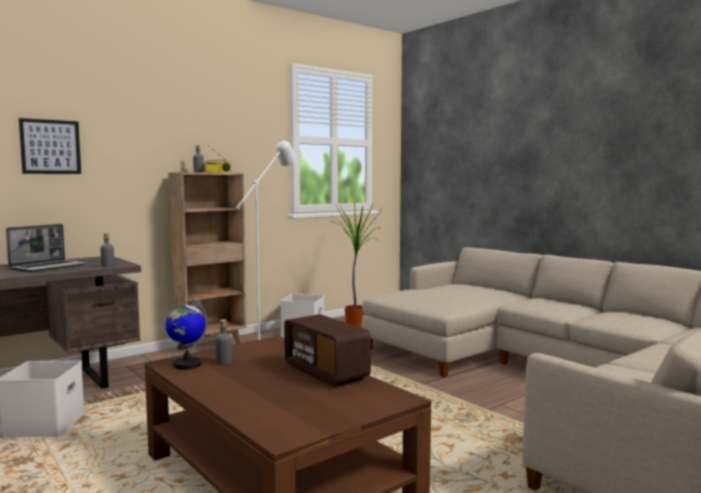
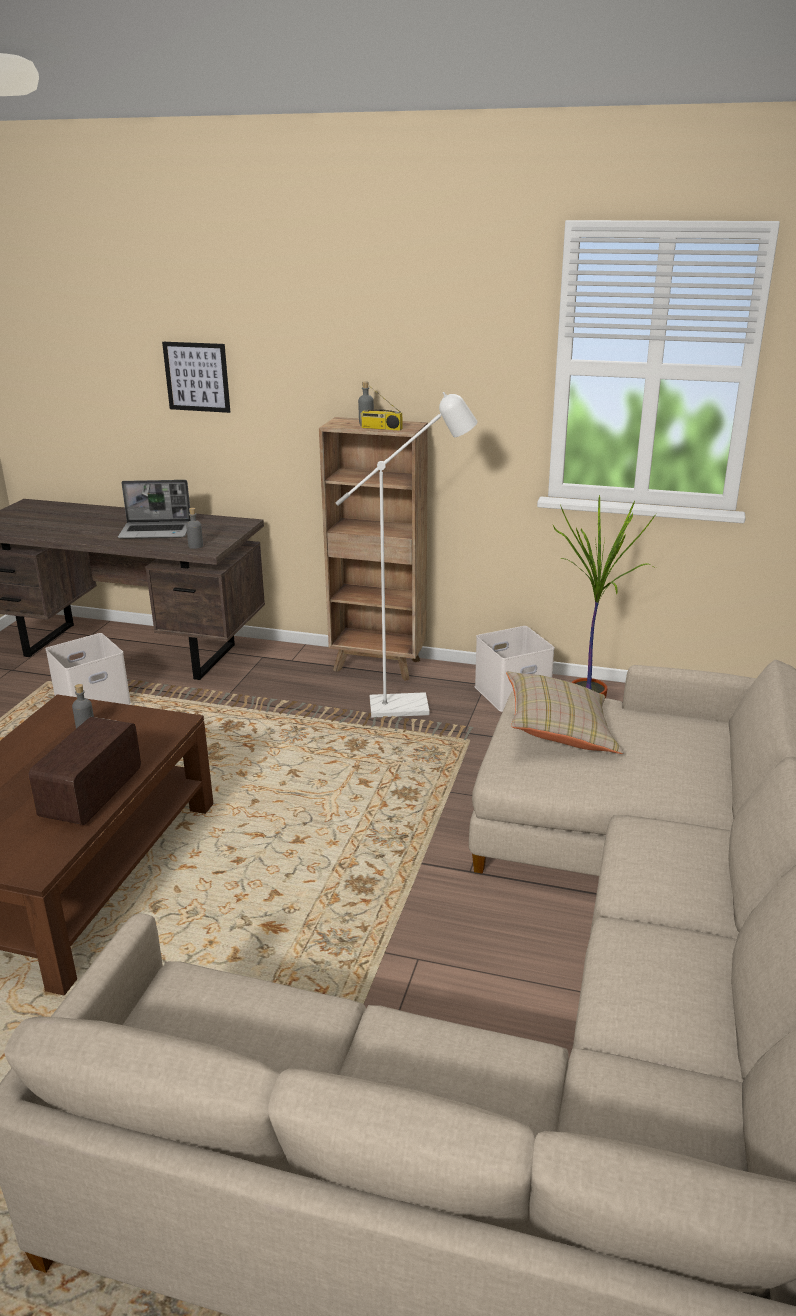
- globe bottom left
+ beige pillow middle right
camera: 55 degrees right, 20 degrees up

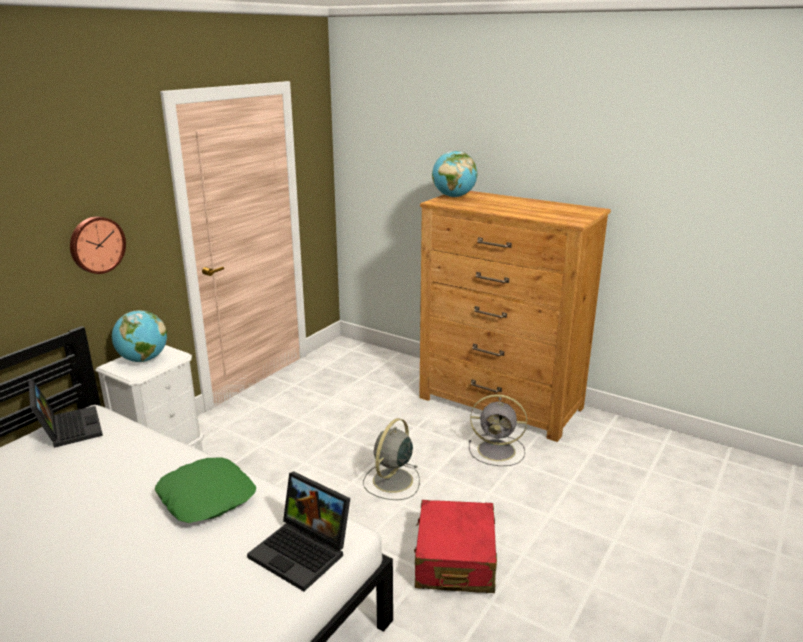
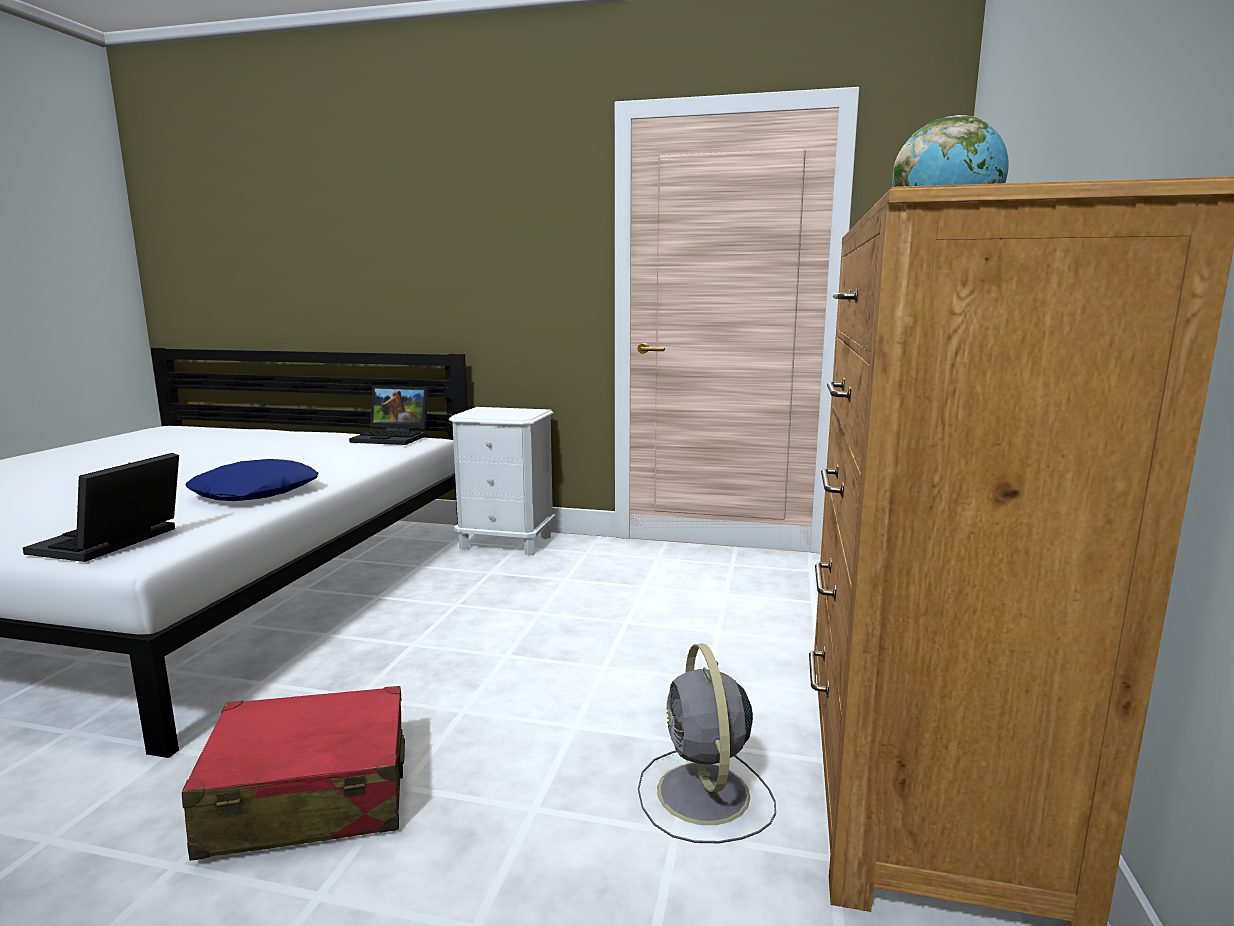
- wall clock middle left
- globe (1st from left) middle left
- grey fan (1st from left) bottom centre
~ green pillow bottom left to blue pillow middle left
~ laptop (1st from left in the first image) middle left = middle left 60 degrees clockwise
camera: 70 degrees right, 10 degrees down

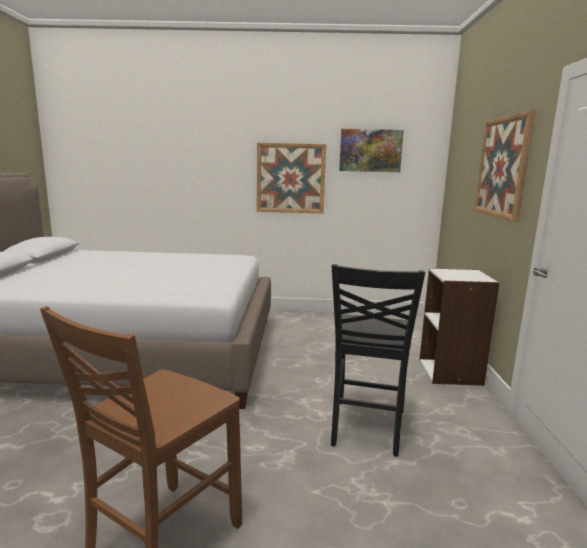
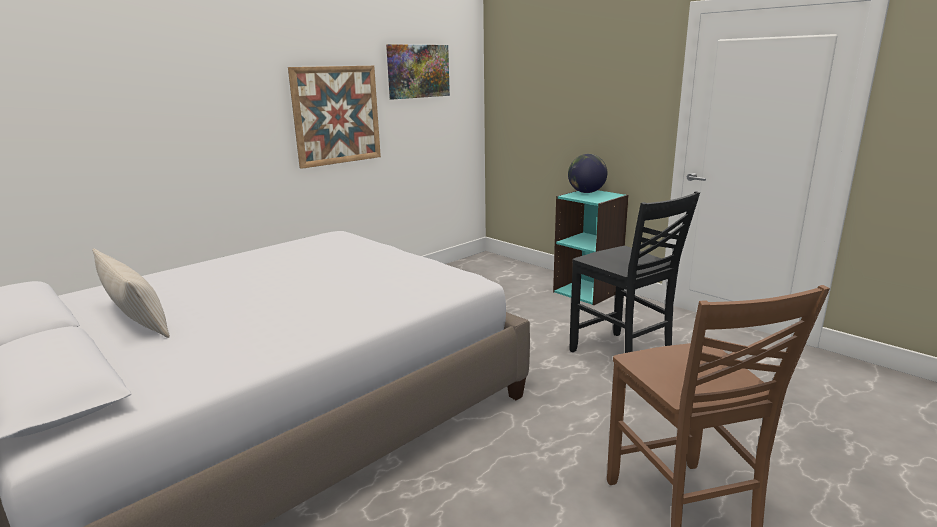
- picture (3rd from left) top right
+ beige pillow middle left
+ globe top centre
~ white bookcase middle right to turquoise bookcase centre
camera: 45 degrees left, 5 degrees up

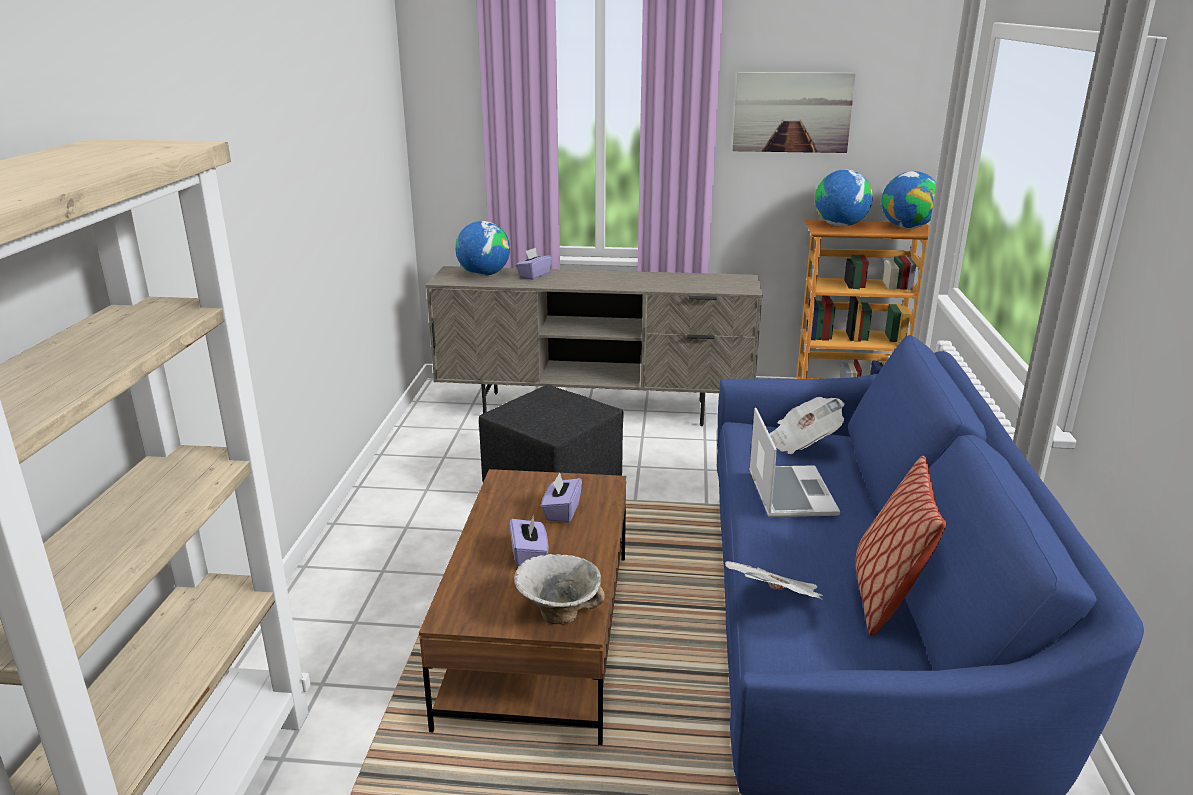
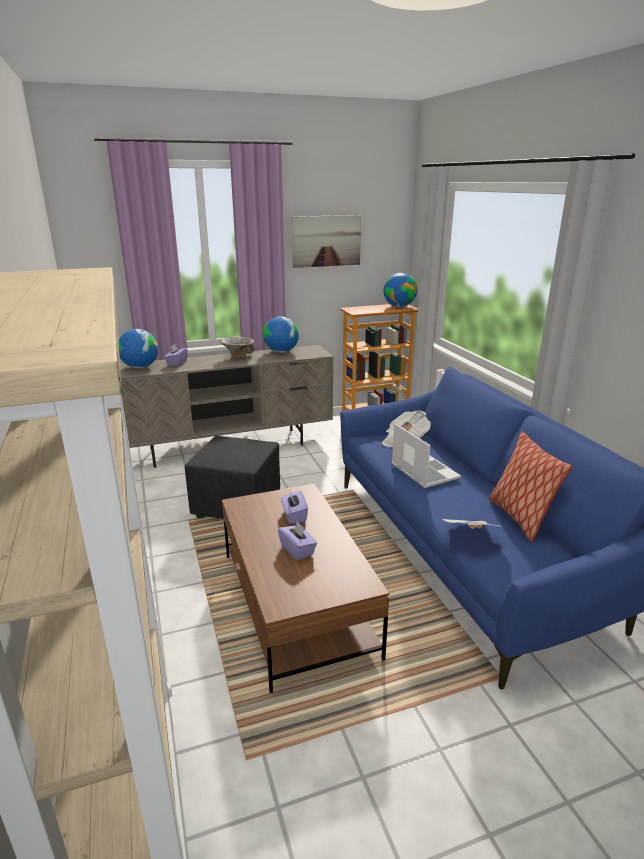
~ bowl bottom centre to centre
~ globe (2nd from left) top right to centre
camera: 25 degrees left, 0 degrees up

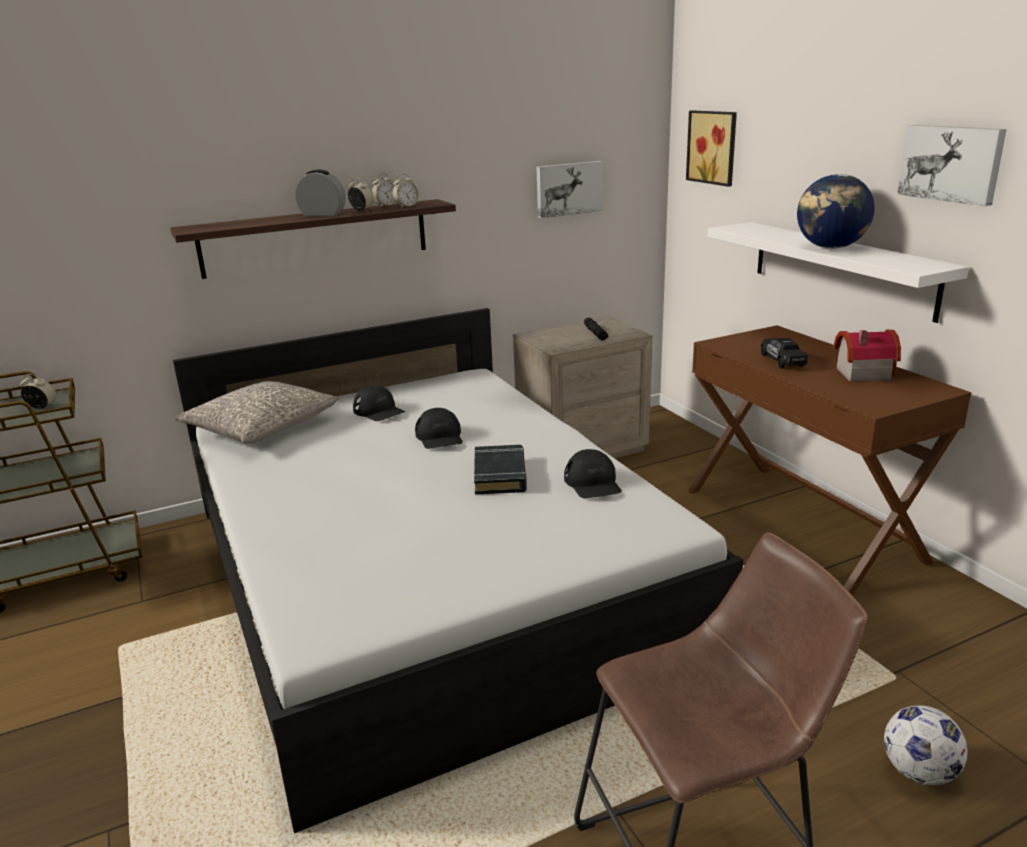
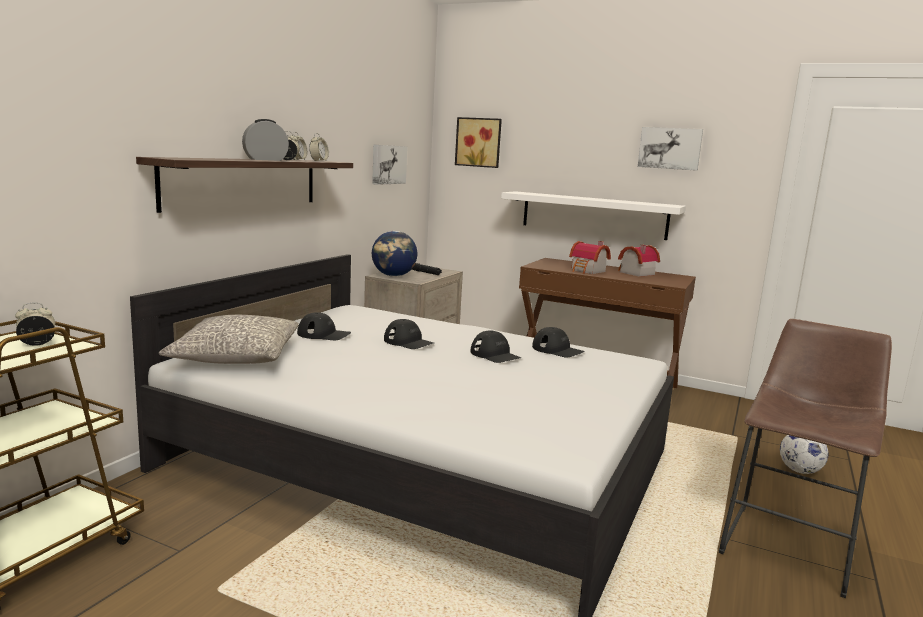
~ globe top right to centre
~ black book centre to black cap (3rd from left) centre
~ black toy car middle right to toy house (1st from left) centre
camera: 40 degrees left, 10 degrees down

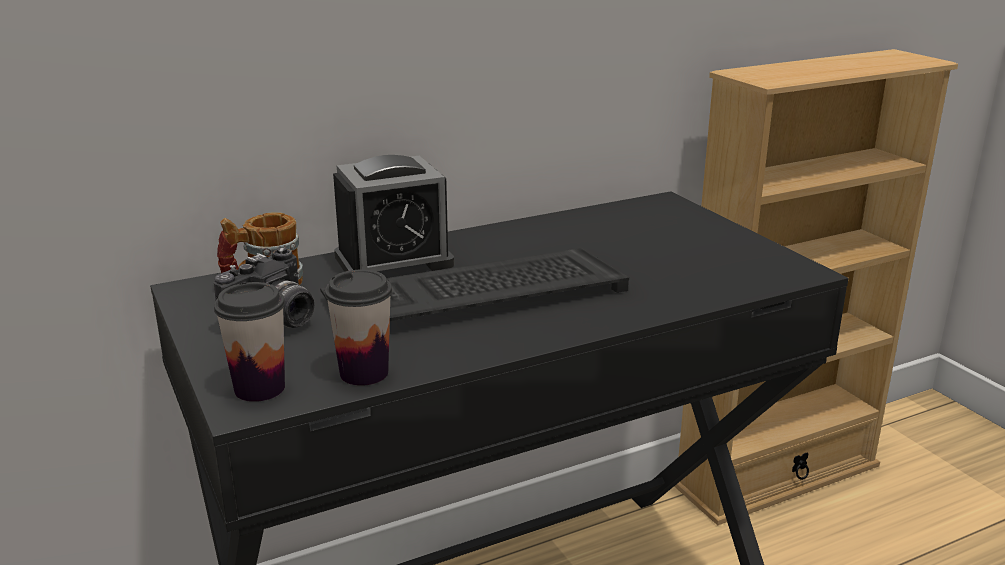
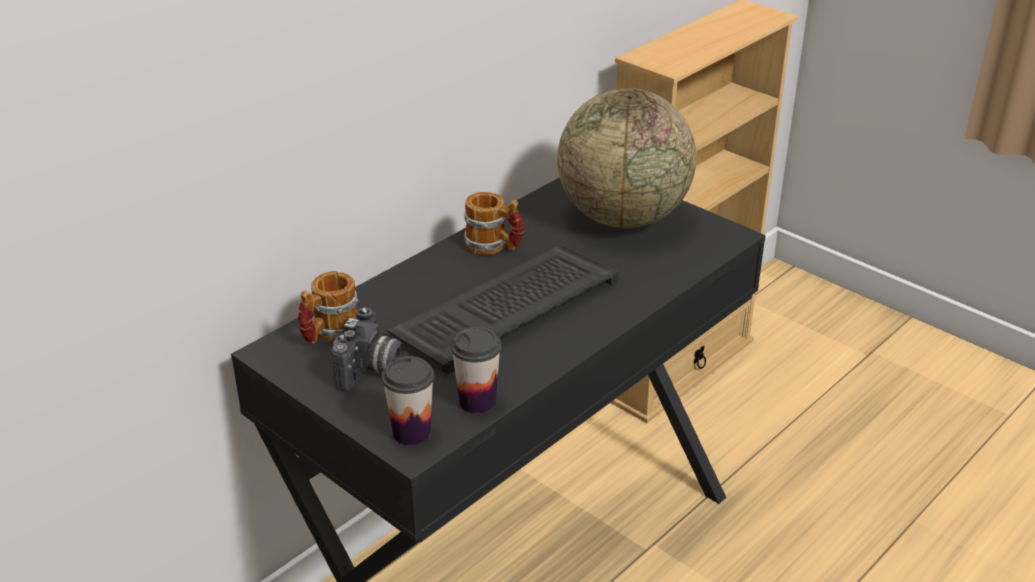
- alarm clock centre
+ mug (2nd from left) centre
+ globe top centre
camera: 20 degrees left, 10 degrees up

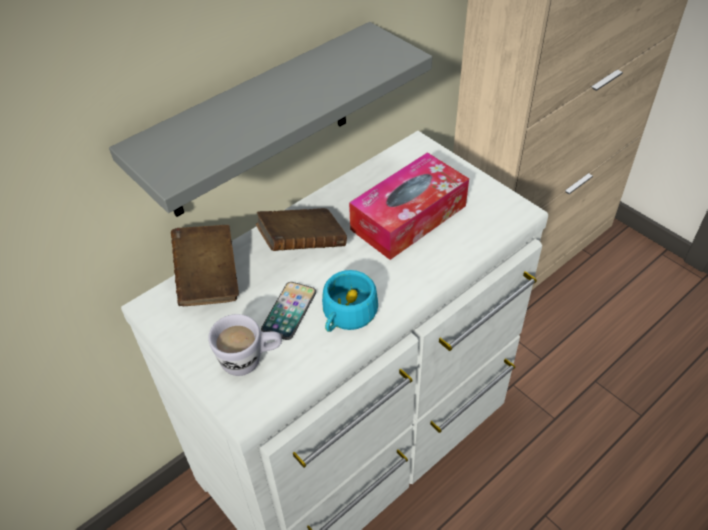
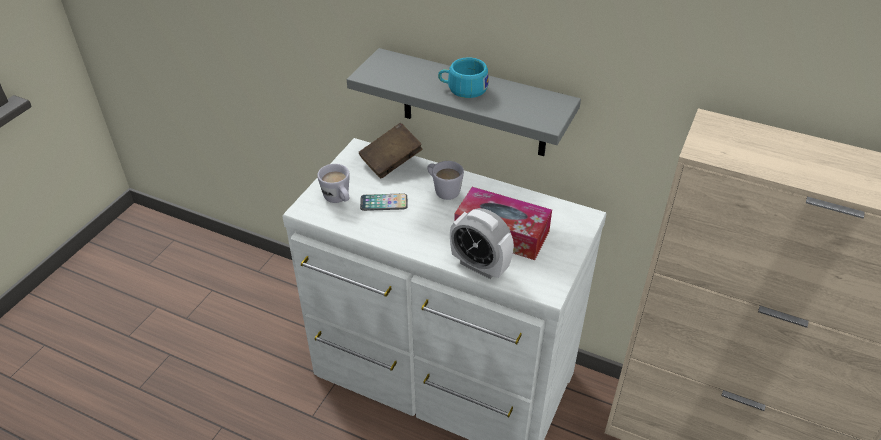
+ alarm clock centre
~ turquoise cup centre to top centre
~ brown book (2nd from left) centre to white mug (2nd from left) centre
camera: 65 degrees right, 5 degrees down

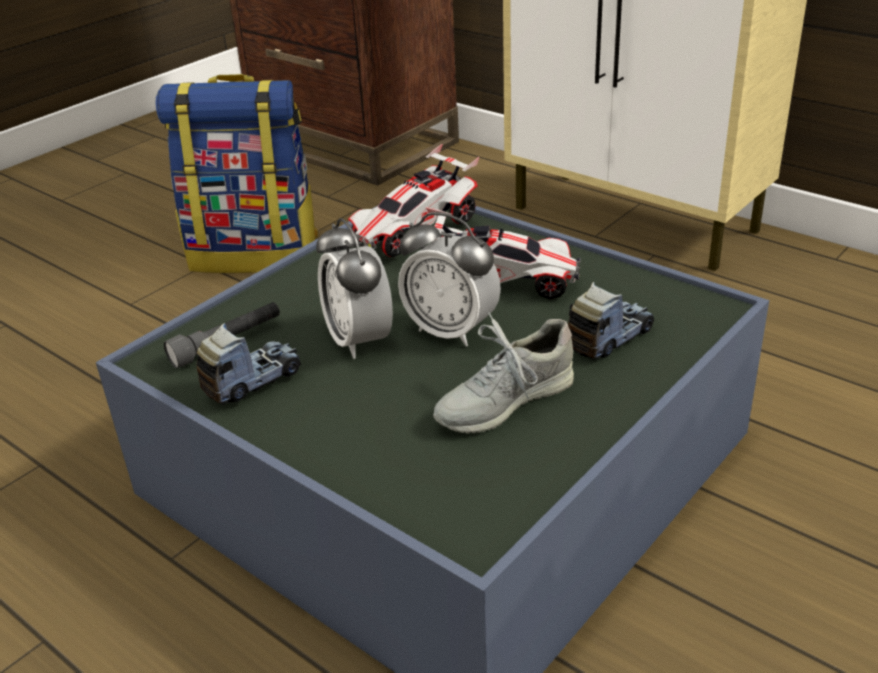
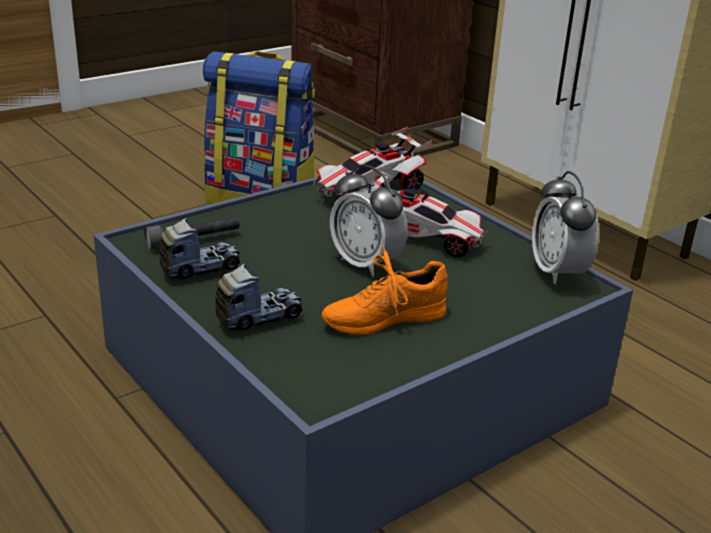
~ alarm clock (1st from left in the first image) centre to alarm clock (2nd from left) middle right
~ toy truck (2nd from left) middle right to centre
~ grey shoe centre to orange shoe centre
camera: 10 degrees right, 5 degrees down

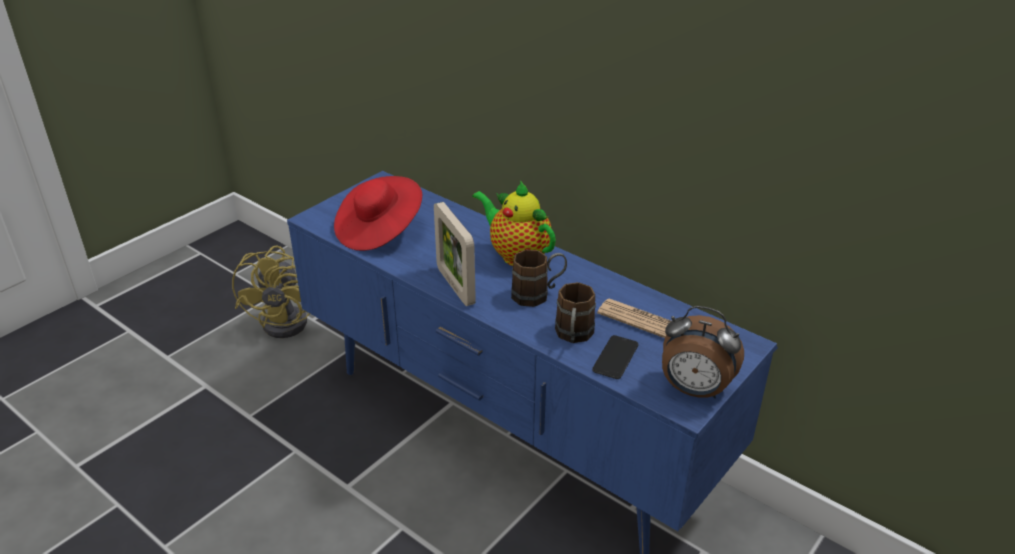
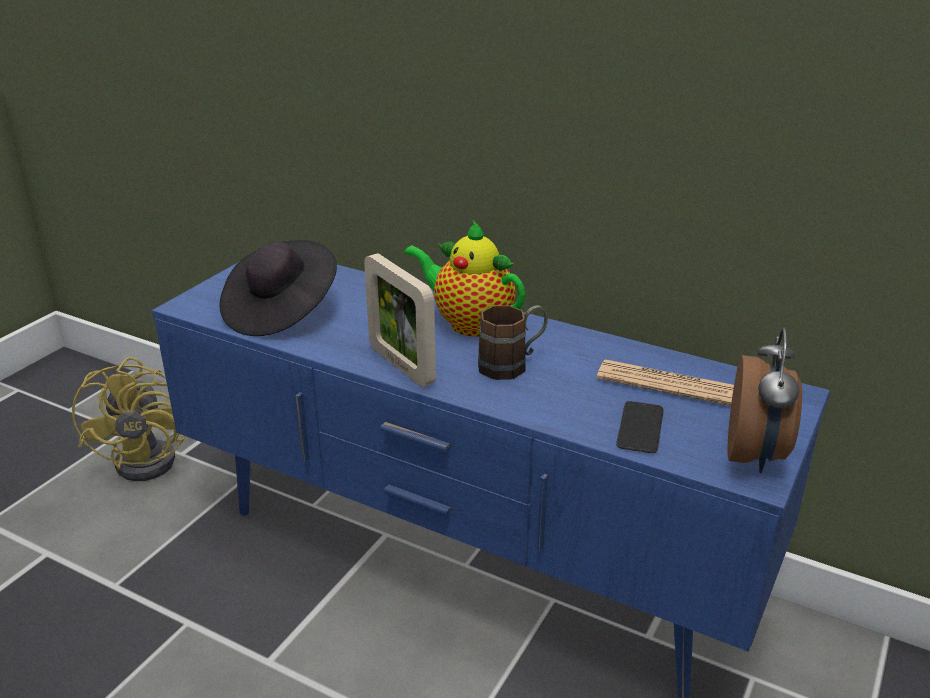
- brown mug (2nd from left) centre
~ red hat centre to black hat middle left
~ alarm clock middle right = middle right 90 degrees counterclockwise
camera: 10 degrees left, 5 degrees down

